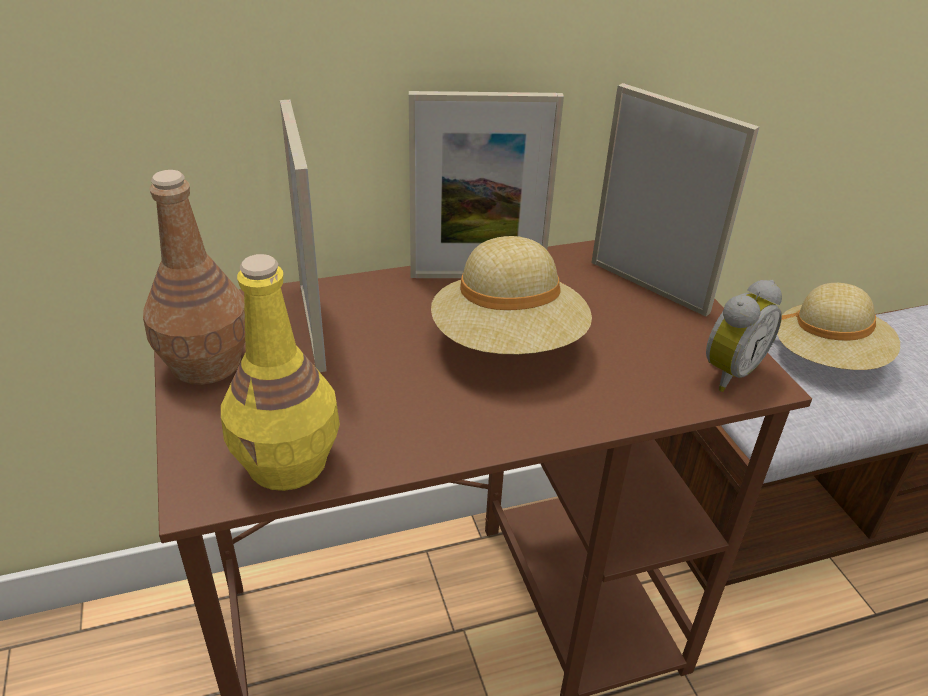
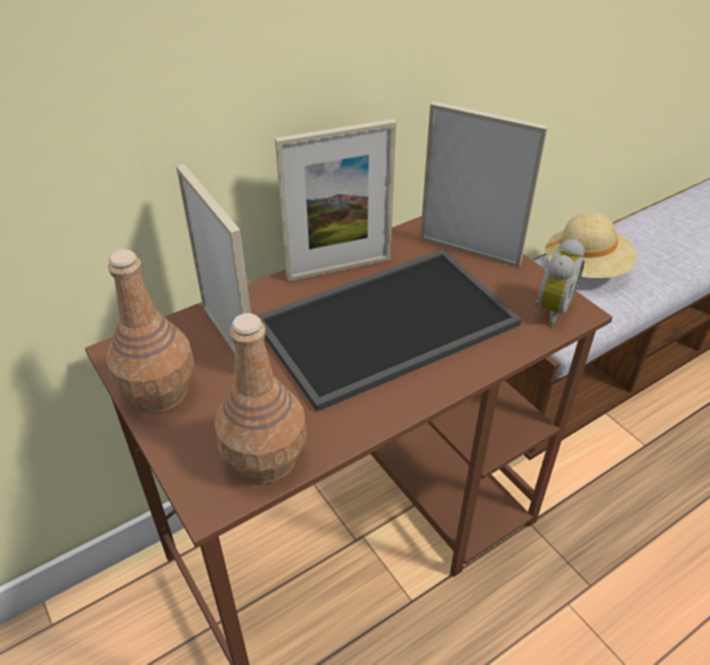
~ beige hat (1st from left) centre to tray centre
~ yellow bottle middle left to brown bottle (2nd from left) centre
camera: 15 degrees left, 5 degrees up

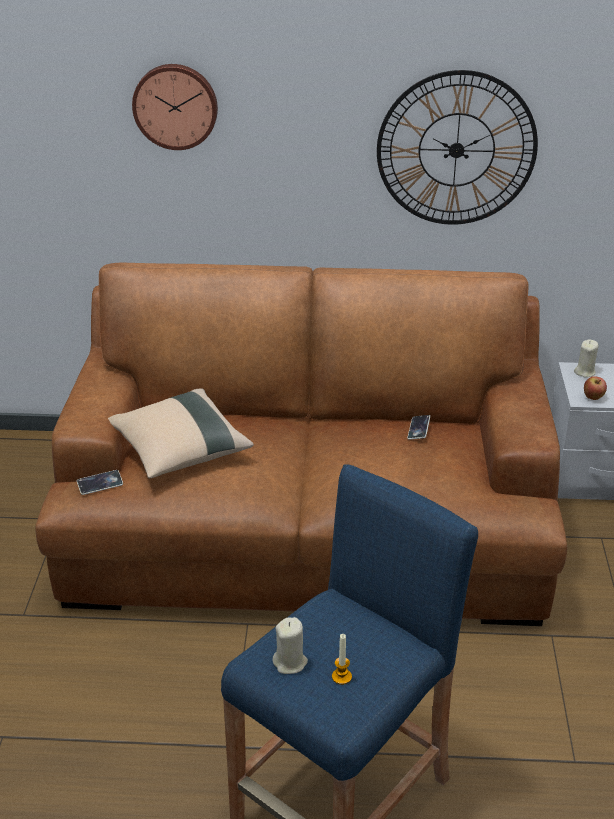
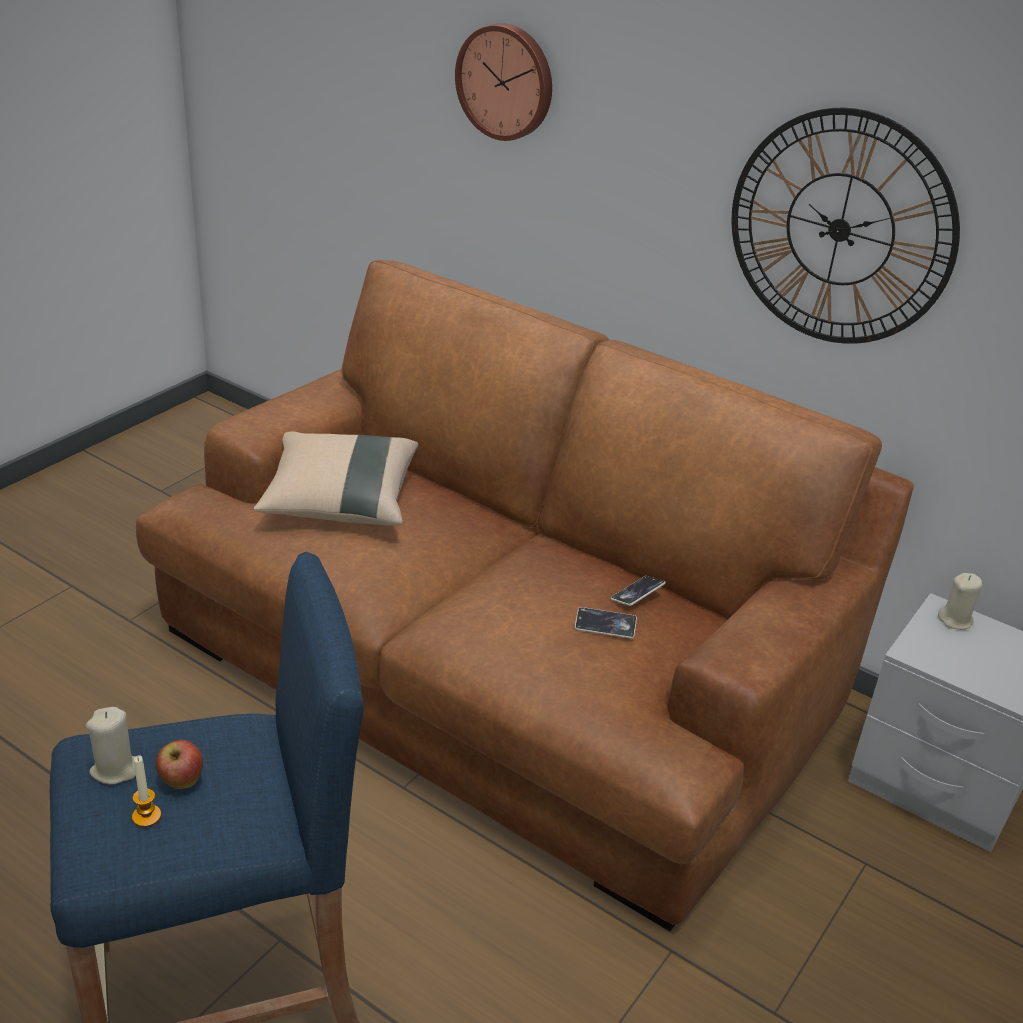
~ phone (1st from left) middle left to centre
~ apple middle right to bottom left
camera: 30 degrees right, 0 degrees up

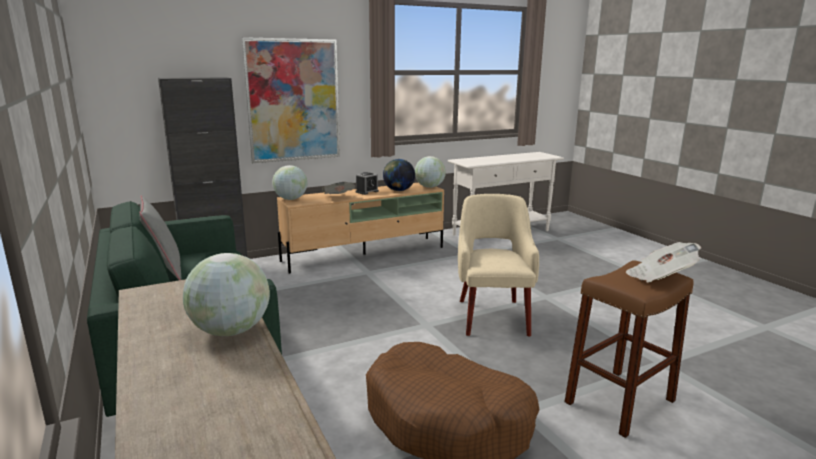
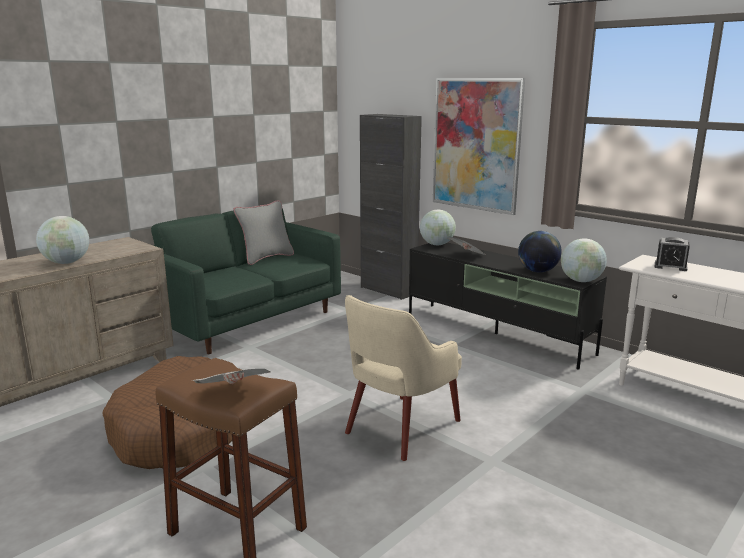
~ alarm clock centre to middle right
~ beige tv stand centre to black tv stand middle right
~ beige armchair centre = bottom centre 150 degrees clockwise
camera: 70 degrees right, 0 degrees up

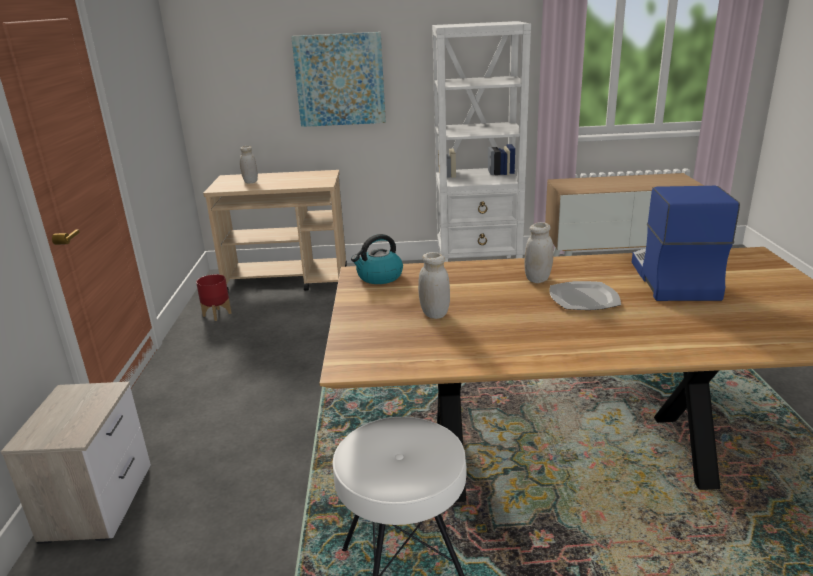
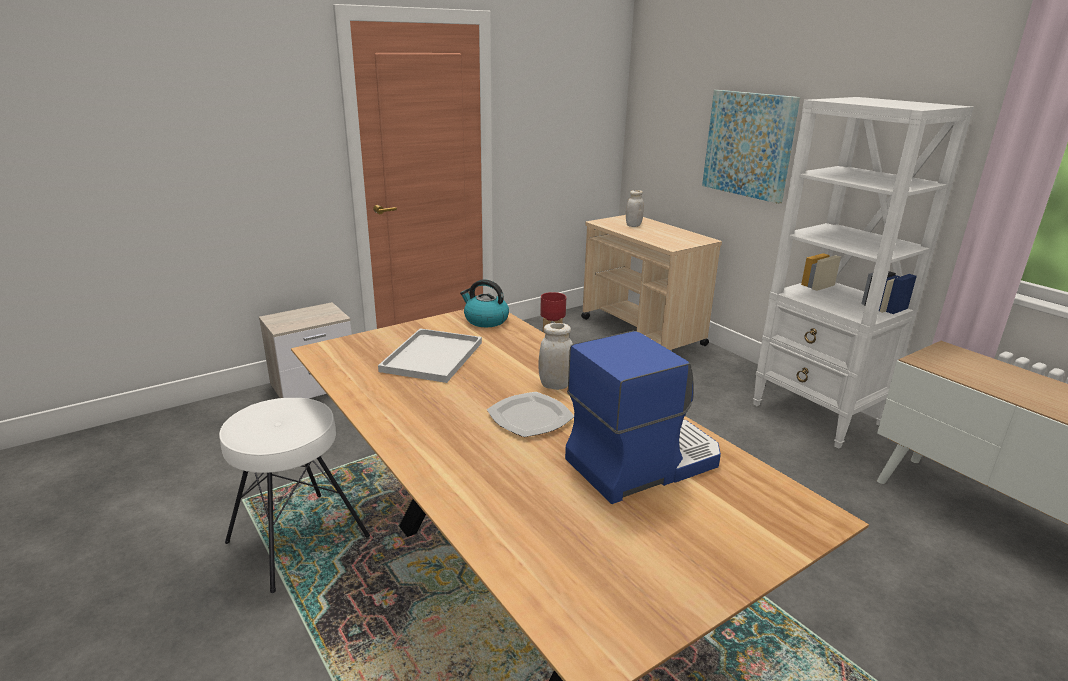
~ white jar (2nd from left) centre to white tray centre
camera: 55 degrees right, 0 degrees up

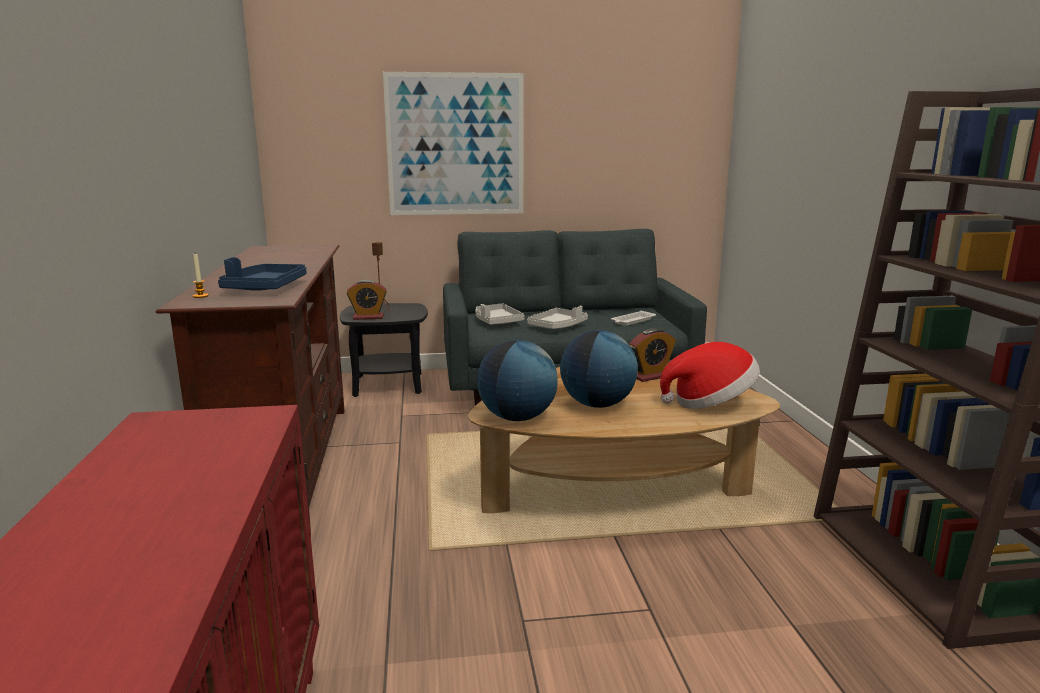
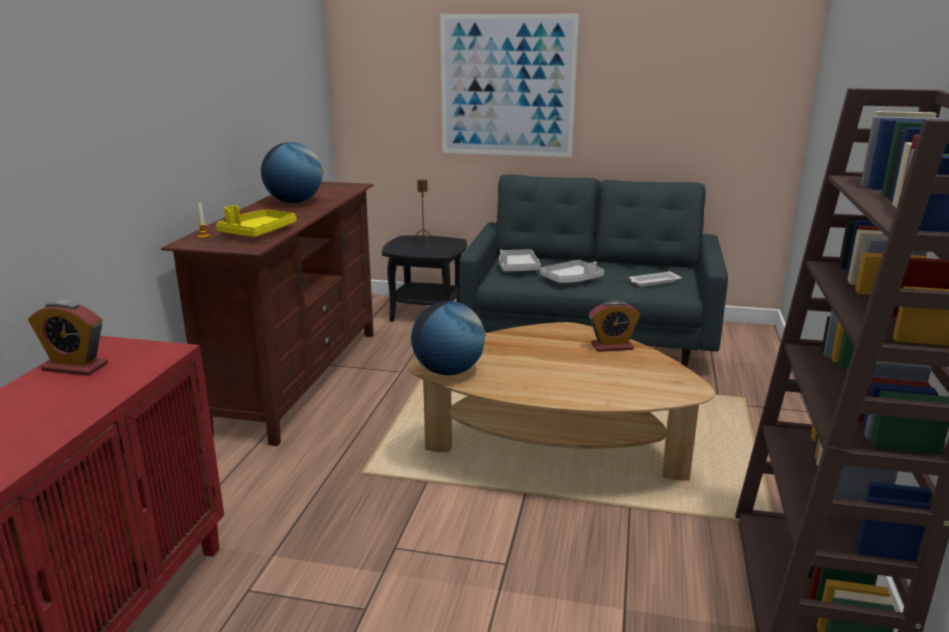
- hat middle right
~ alarm clock (1st from left) centre to middle left
~ globe (2nd from left in the first image) centre to globe (1st from left) top left
~ blue tray middle left to yellow tray middle left
camera: 20 degrees right, 5 degrees up

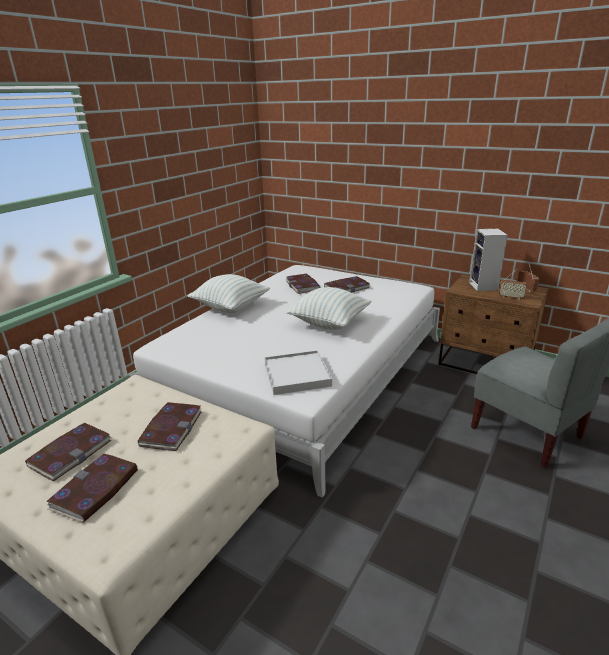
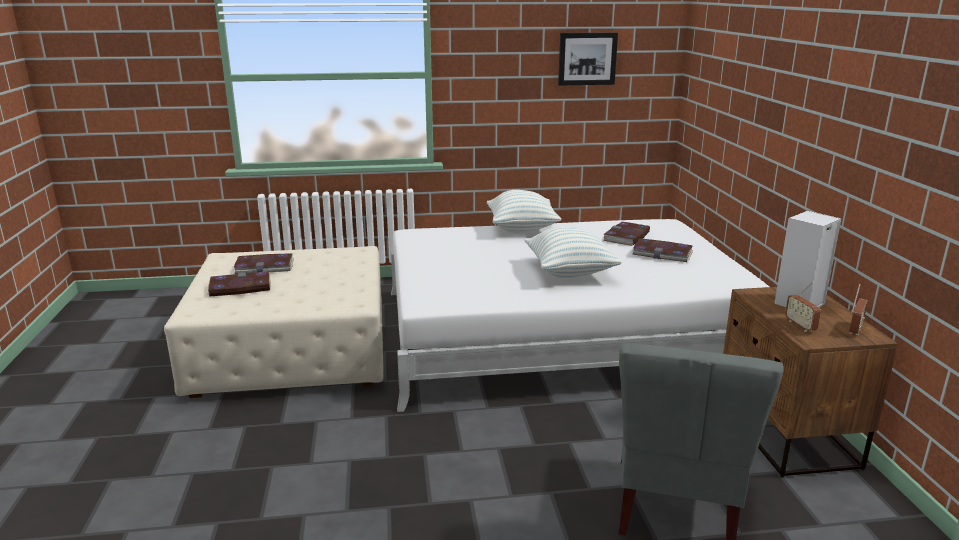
- book (3rd from left) middle left
- white tray centre
+ picture top centre
camera: 50 degrees right, 5 degrees down

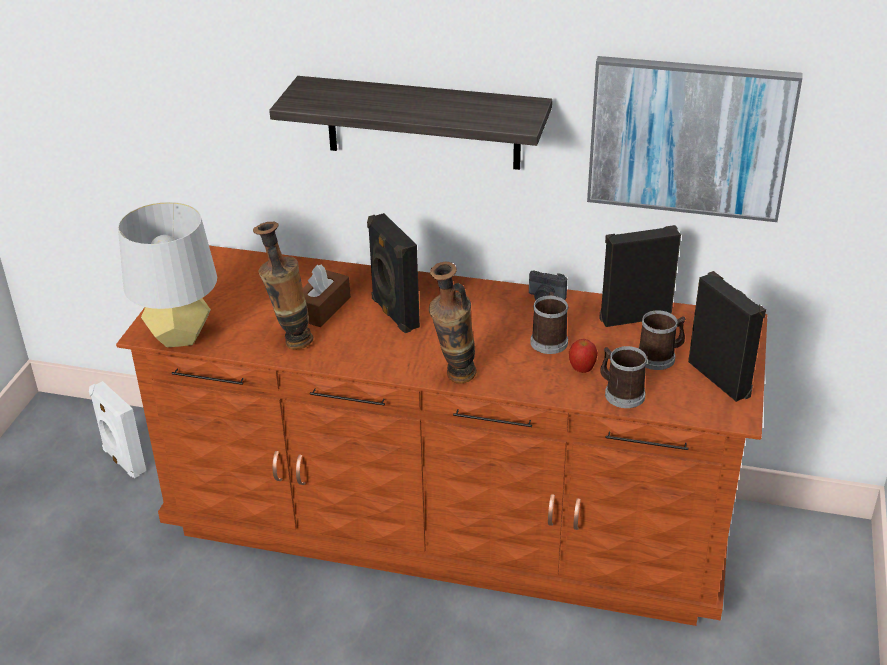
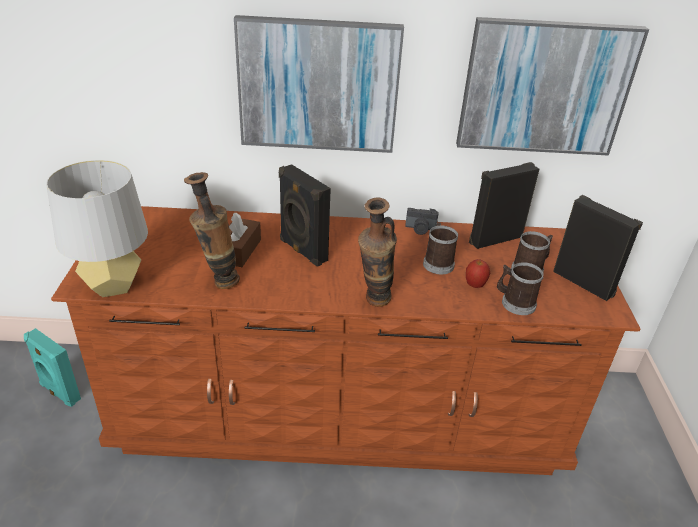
~ shelf top centre to picture (1st from left) top centre
~ white speaker middle left to turquoise speaker bottom left
camera: 15 degrees left, 0 degrees up

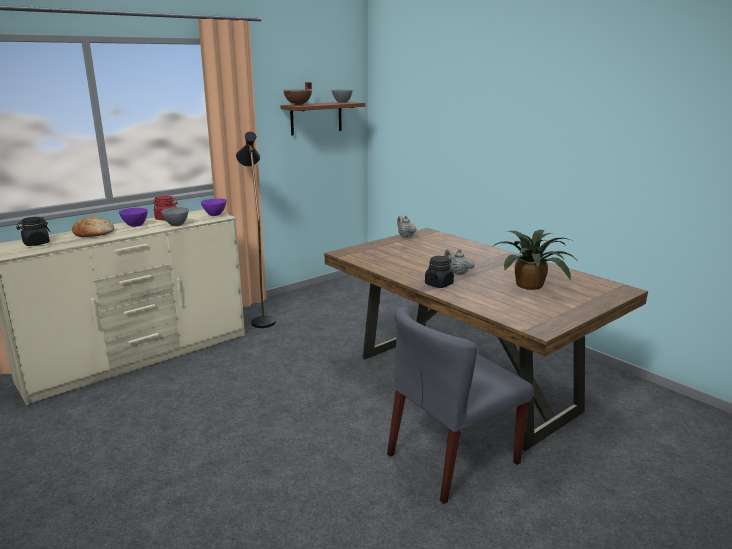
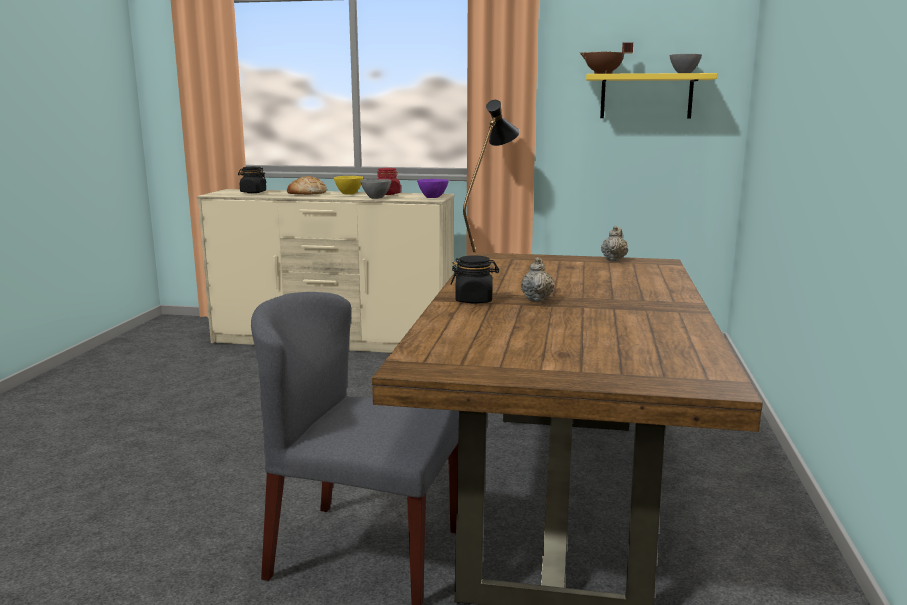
- potted plant middle right
~ purple bowl (1st from left) middle left to yellow bowl top centre
~ brown shelf top centre to yellow shelf top right
camera: 50 degrees right, 5 degrees down

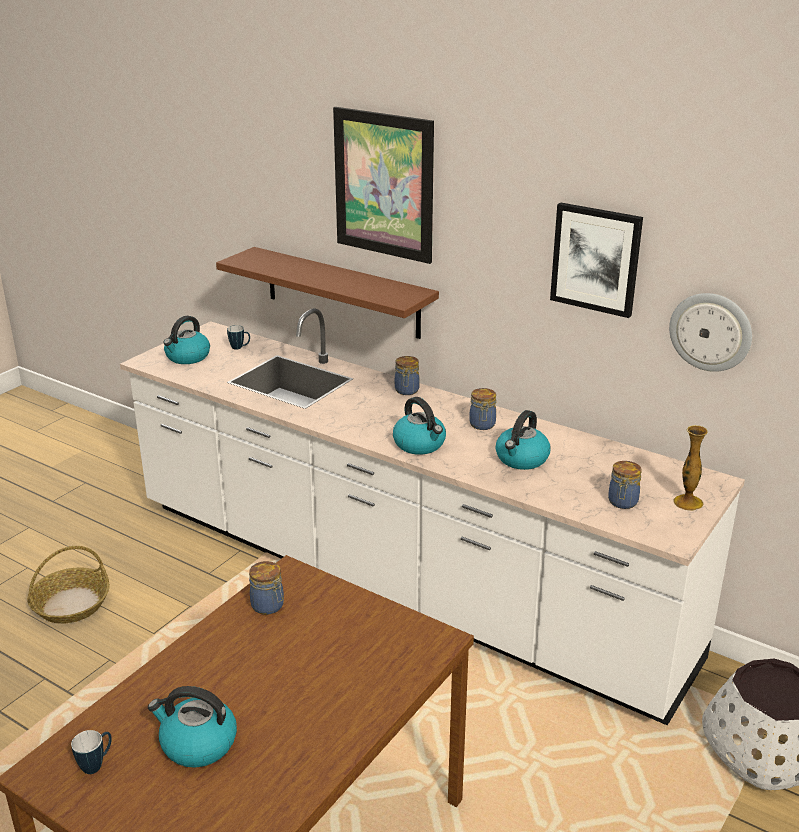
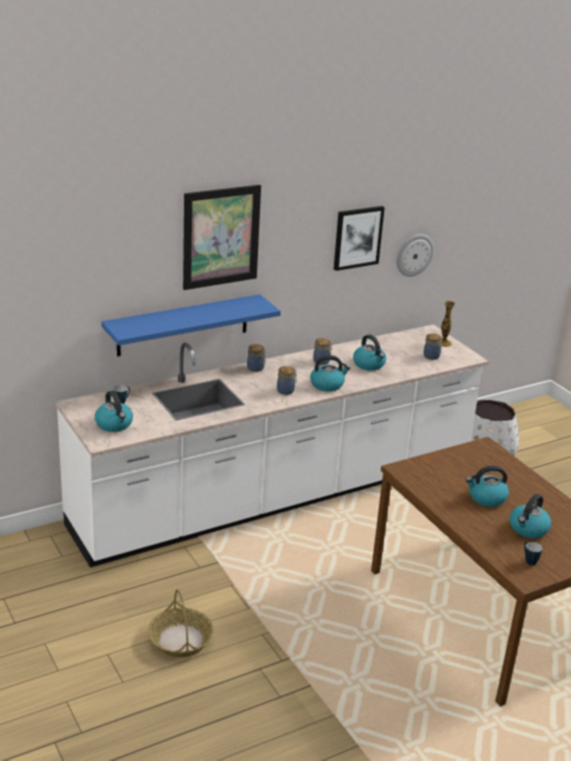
+ kettle (4th from left) middle right
~ jar (1st from left in the first image) bottom left to jar (2nd from left) centre
~ brown shelf centre to blue shelf centre
camera: 65 degrees left, 0 degrees up

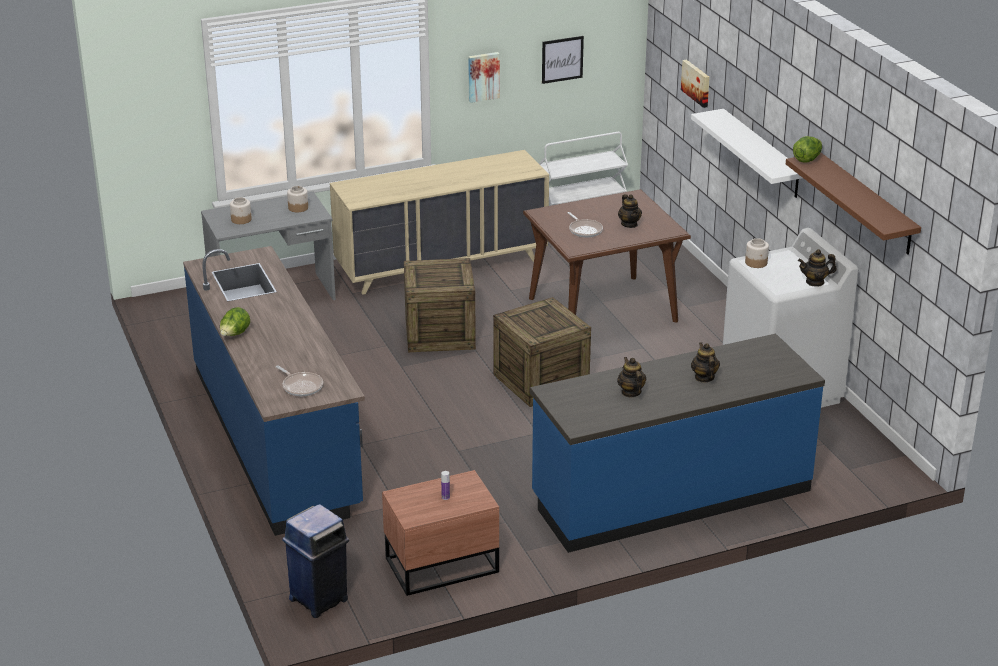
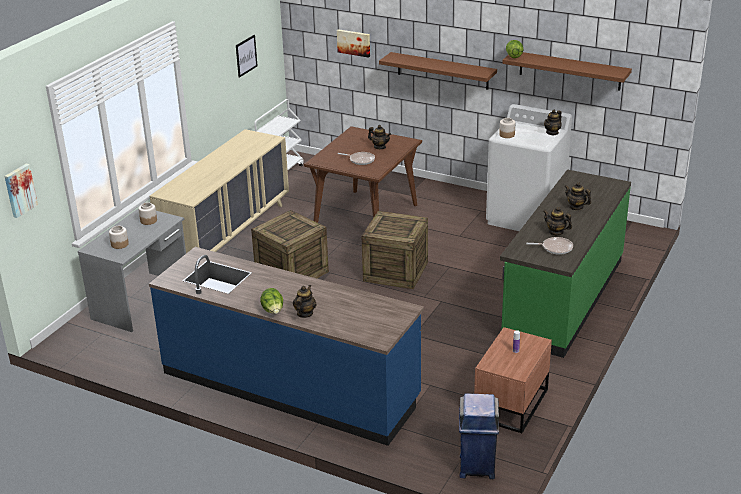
+ teapot (1st from left) centre
~ frying pan (1st from left in the first image) middle left to frying pan (2nd from left) middle right
~ picture (1st from left) top centre to middle left
~ blue counter (2nd from left) middle right to green counter middle right
~ white shelf top right to brown shelf (1st from left) top centre
camera: 40 degrees left, 0 degrees up

